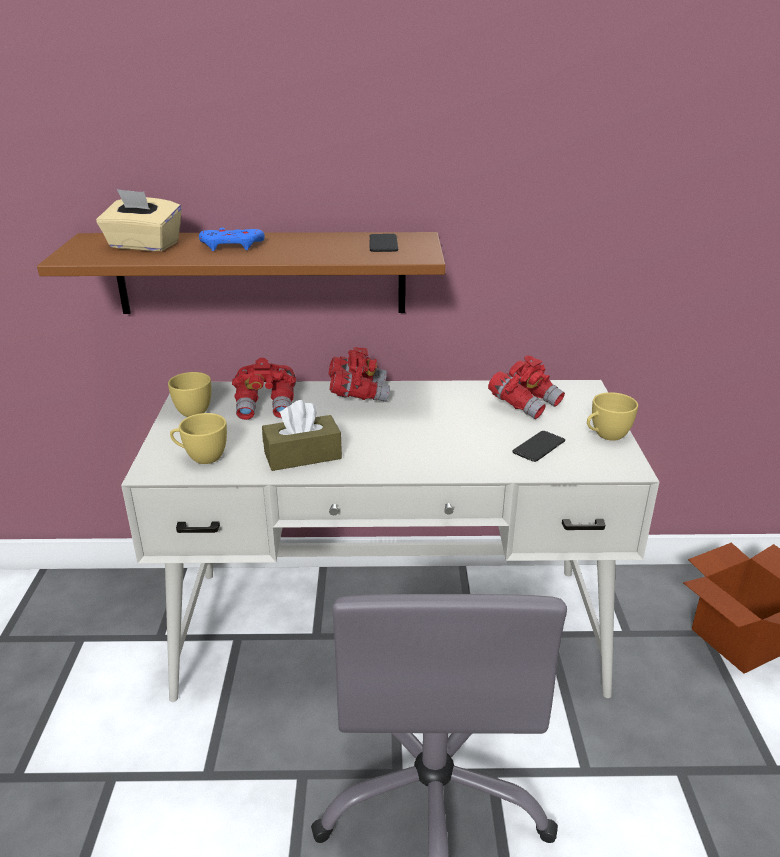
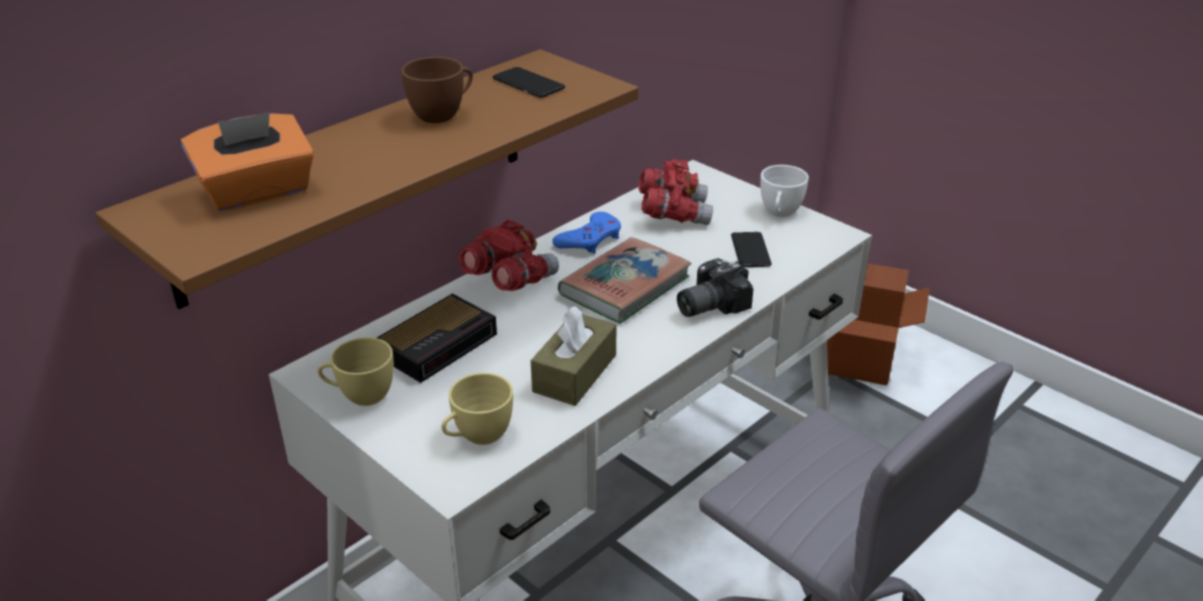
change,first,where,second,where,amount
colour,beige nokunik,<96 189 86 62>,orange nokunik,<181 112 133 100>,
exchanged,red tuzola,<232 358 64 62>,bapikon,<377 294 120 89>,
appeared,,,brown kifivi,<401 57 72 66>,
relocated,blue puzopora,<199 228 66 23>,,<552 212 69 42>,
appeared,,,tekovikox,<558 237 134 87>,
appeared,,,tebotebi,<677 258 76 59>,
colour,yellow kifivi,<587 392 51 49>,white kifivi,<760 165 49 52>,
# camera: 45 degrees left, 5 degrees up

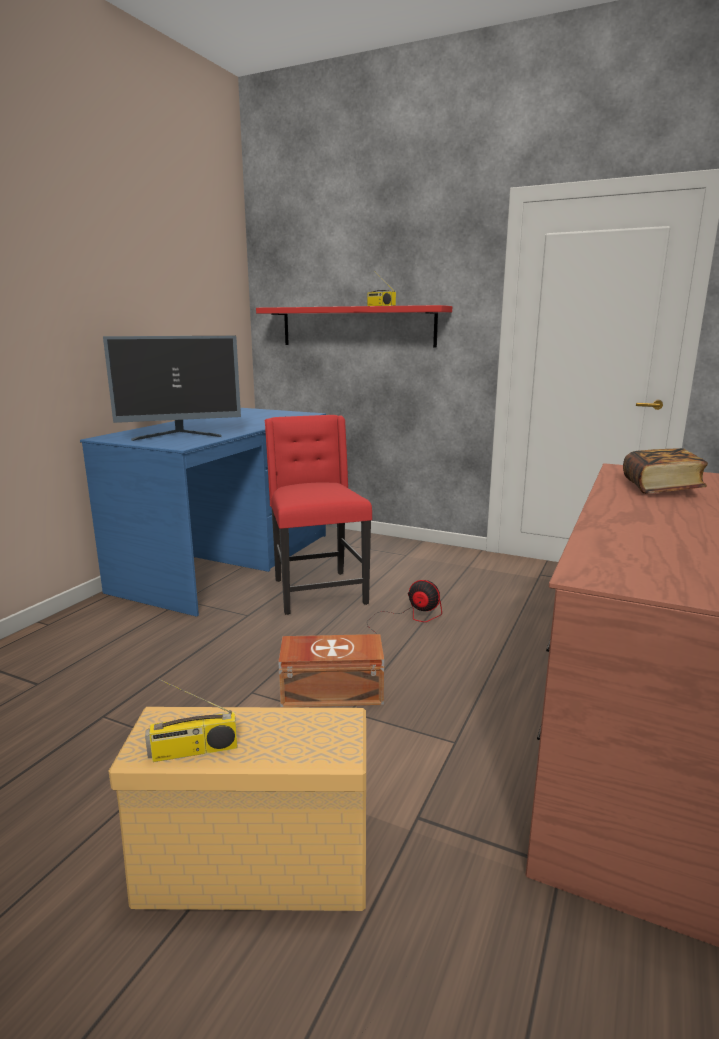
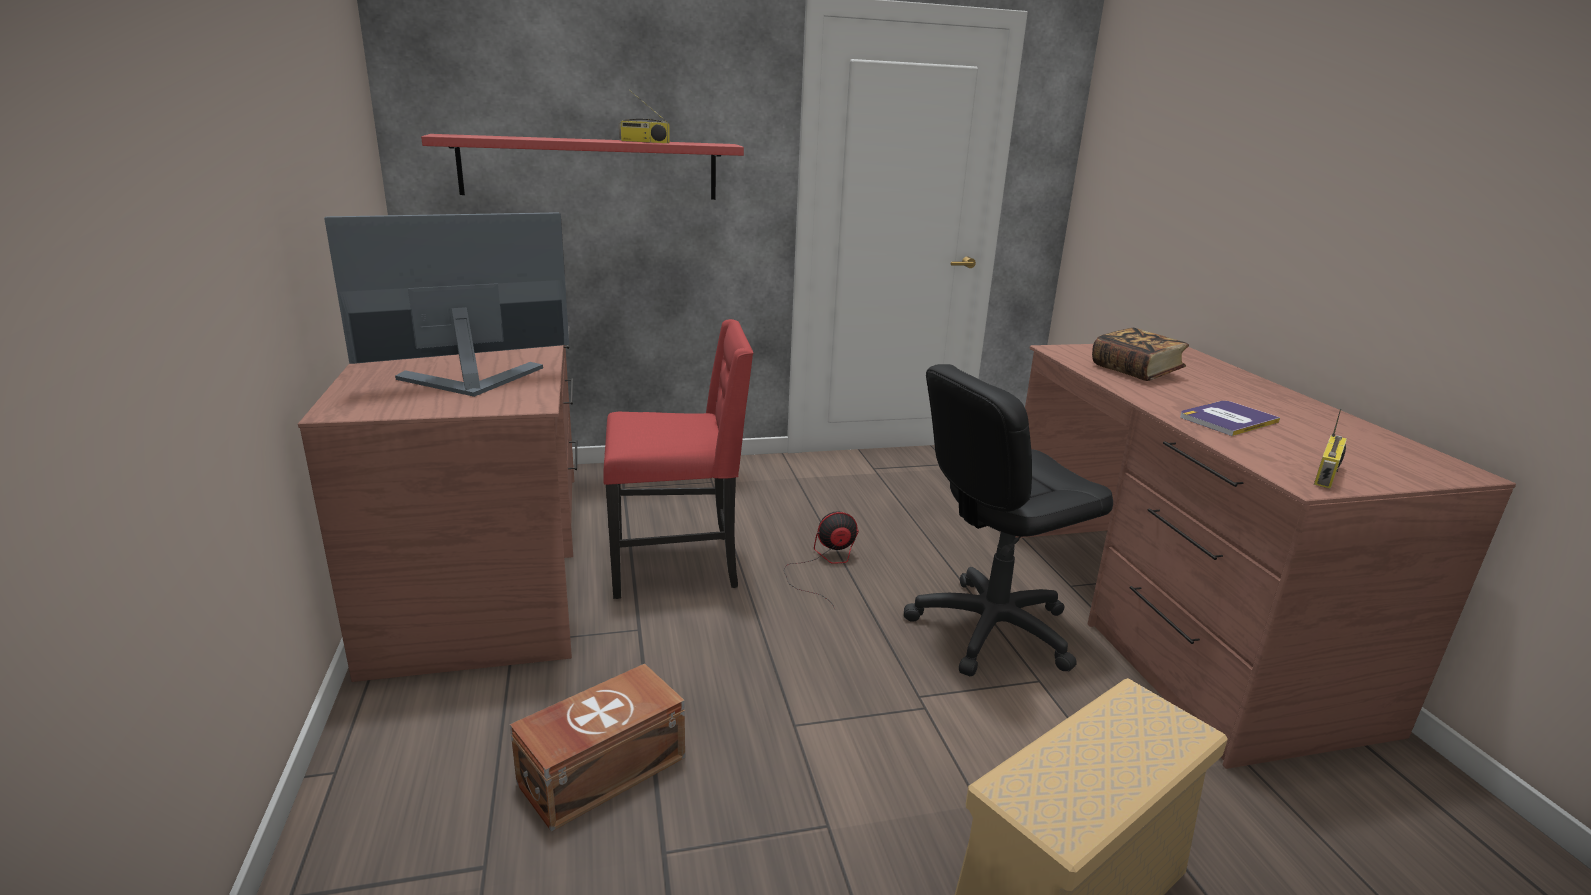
change,first,where,second,where,amount
colour,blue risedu,<80 408 246 209>,brown risedu,<298 326 279 356>,
spun,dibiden,<103 336 138 105>,,<324 212 245 185>,150 degrees counterclockwise
relocated,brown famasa,<278 634 106 73>,,<510 664 175 168>,
spun,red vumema,<264 415 108 200>,,<603 319 151 280>,135 degrees clockwise
appeared,,,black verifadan,<904 364 209 313>,
appeared,,,tekovikox,<1180 401 100 35>,
relocated,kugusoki,<145 679 93 83>,,<1314 408 33 81>,
# camera: 40 degrees left, 5 degrees up

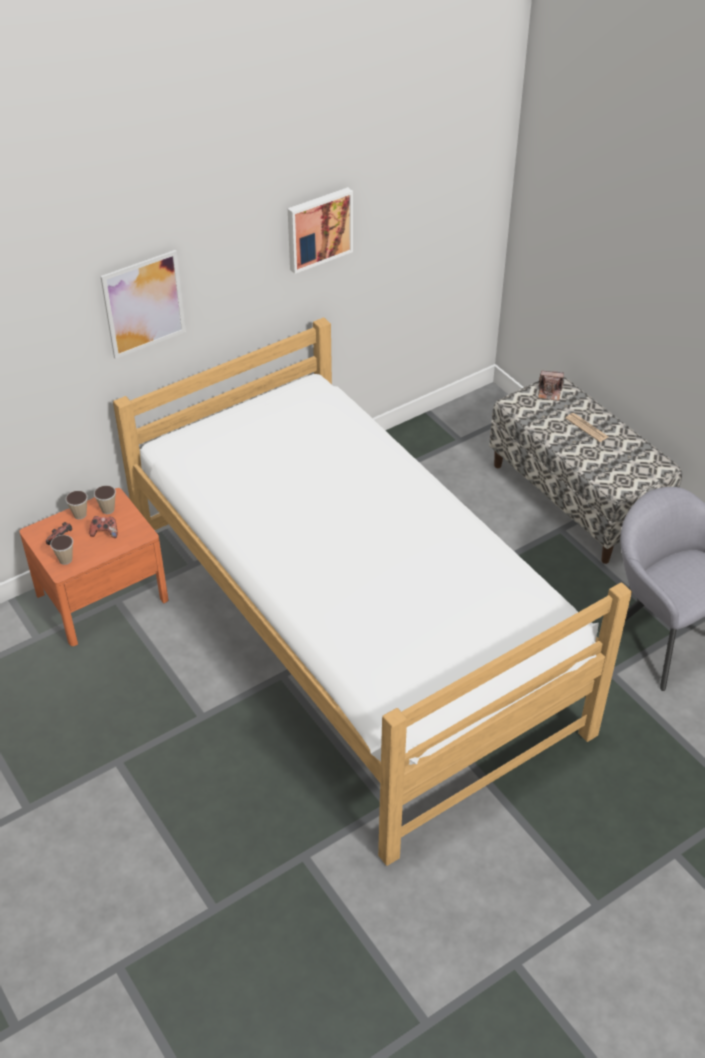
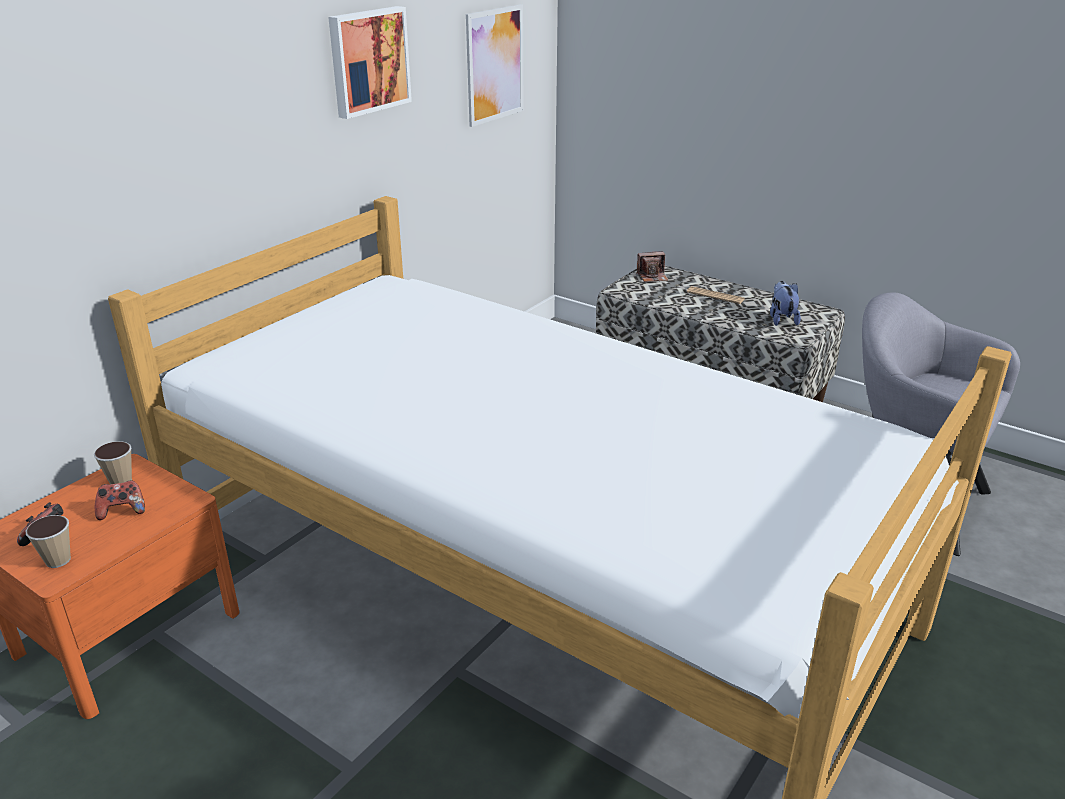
change,first,where,second,where,amount
relocated,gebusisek,<100 250 86 109>,,<466 4 57 123>,
appeared,,,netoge,<770 281 31 45>,
missing,kifivi,<66 490 22 29>,,,
# camera: 20 degrees left, 15 degrees down

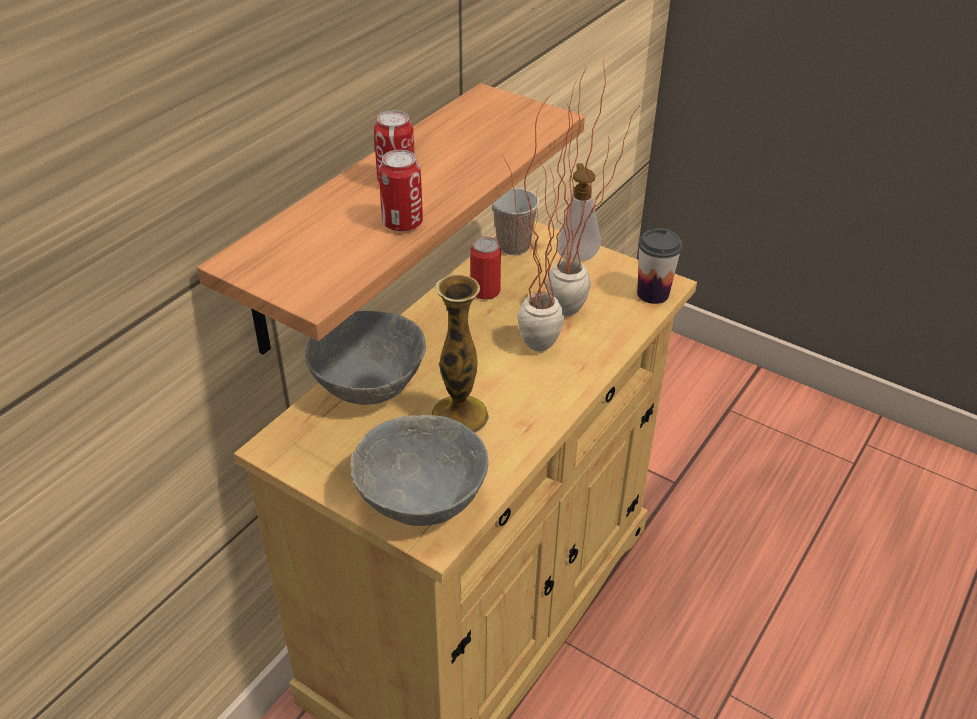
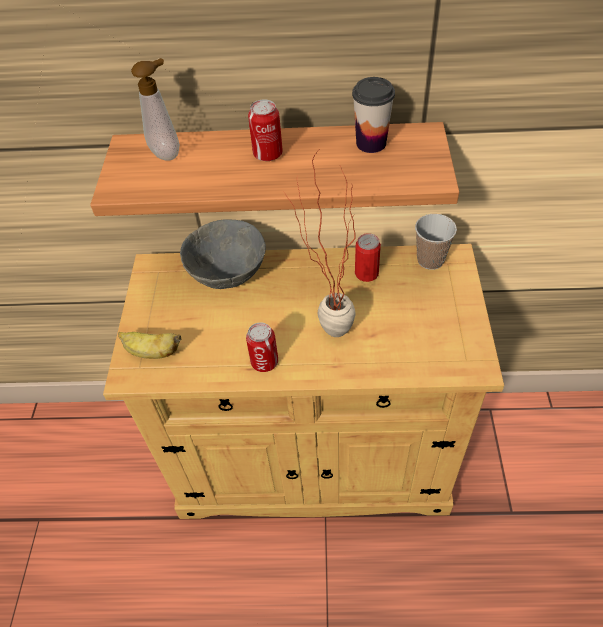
change,first,where,second,where,amount
exchanged,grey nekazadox,<350 415 138 111>,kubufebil,<118 332 63 27>,
relocated,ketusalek,<557 163 44 99>,,<131 58 49 102>,
relocated,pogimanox,<379 150 44 82>,,<246 322 32 50>,
relocated,kifivi,<637 228 46 76>,,<352 77 43 76>,
missing,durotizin,<432 274 57 159>,,,
missing,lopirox,<546 65 95 251>,,,
# camera: 60 degrees right, 10 degrees up

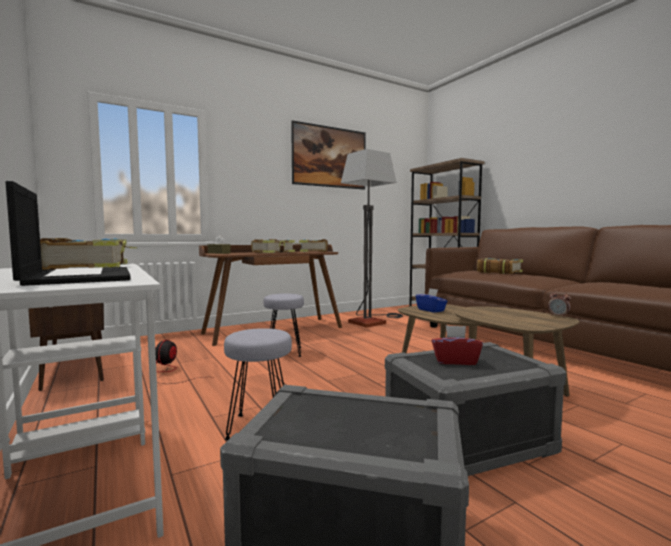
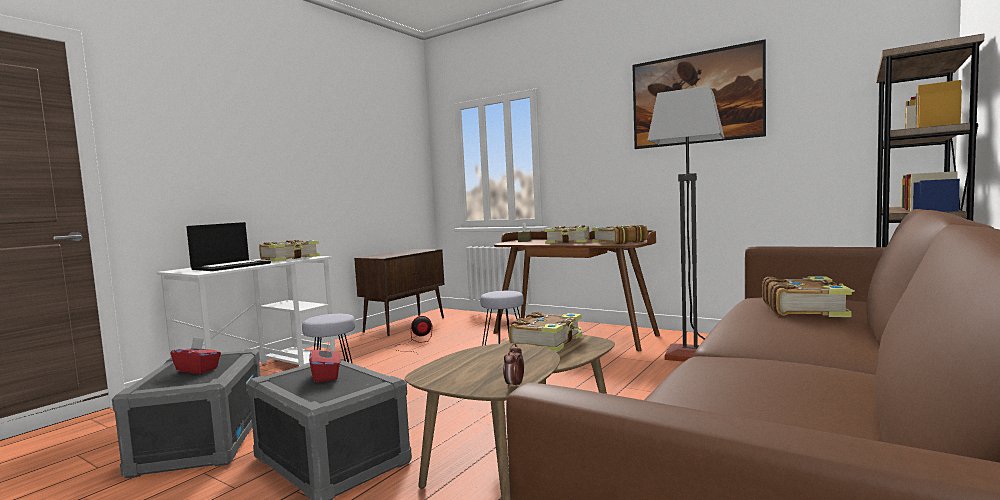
change,first,where,second,where,amount
appeared,,,red nokunik,<170 338 51 36>,
exchanged,blue nokunik,<416 288 32 25>,tekovikox,<509 312 73 40>,
# camera: 65 degrees right, 0 degrees up

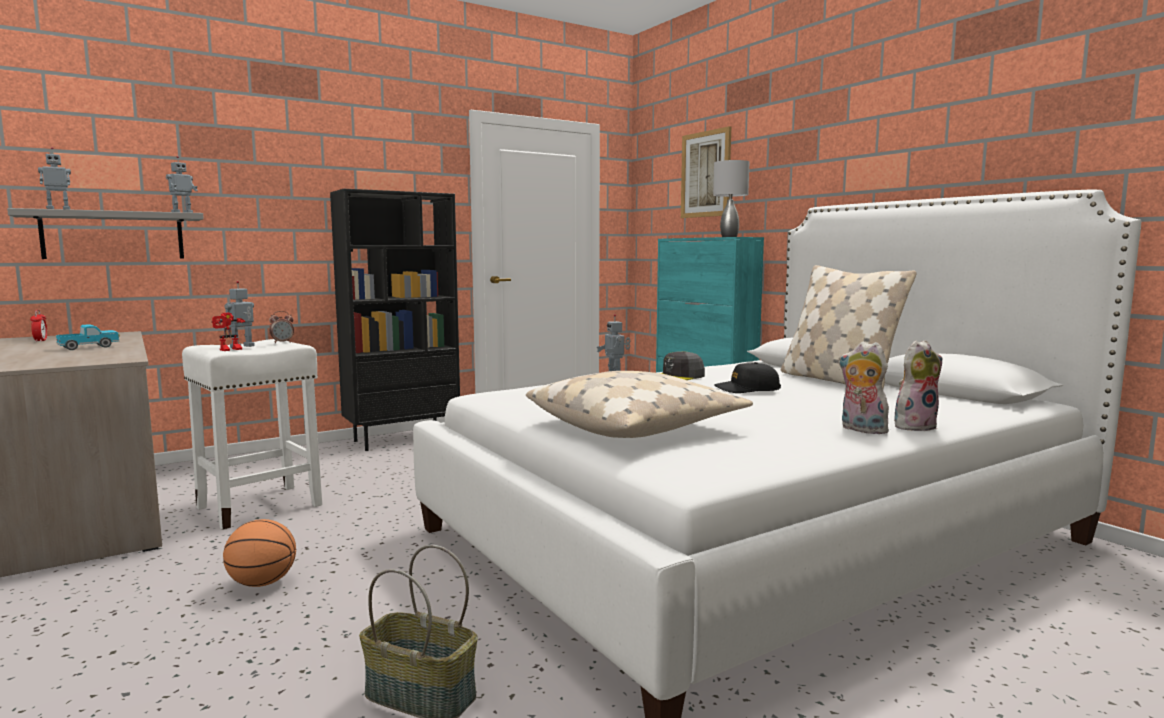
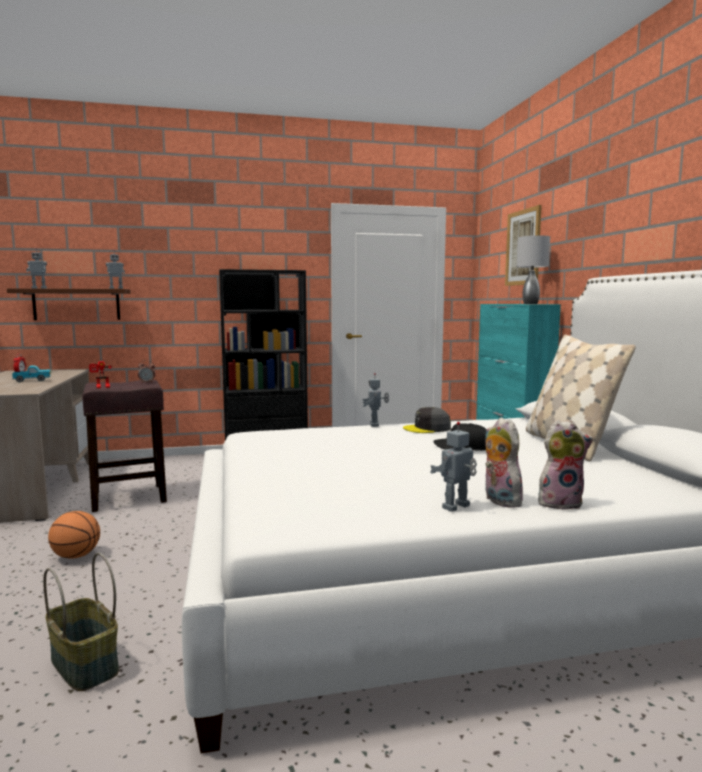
change,first,where,second,where,amount
colour,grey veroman,<7 208 197 51>,brown veroman,<7 288 124 32>,
colour,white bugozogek,<182 339 140 191>,brown bugozogek,<82 380 85 132>,
relocated,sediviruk,<220 281 35 67>,,<430 421 47 91>,
missing,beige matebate,<526 371 227 67>,,,
# camera: 20 degrees right, 0 degrees up

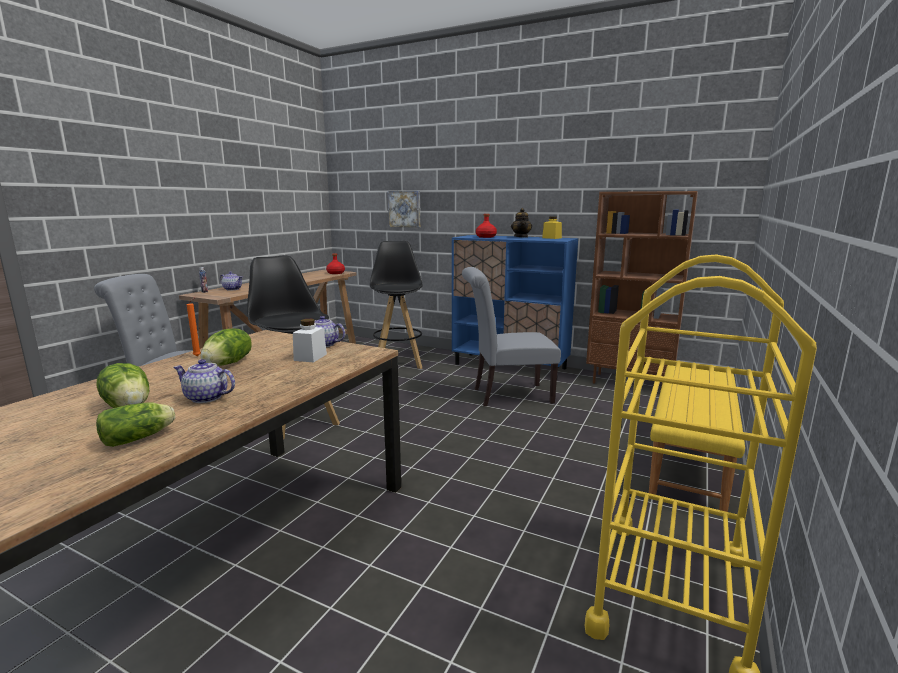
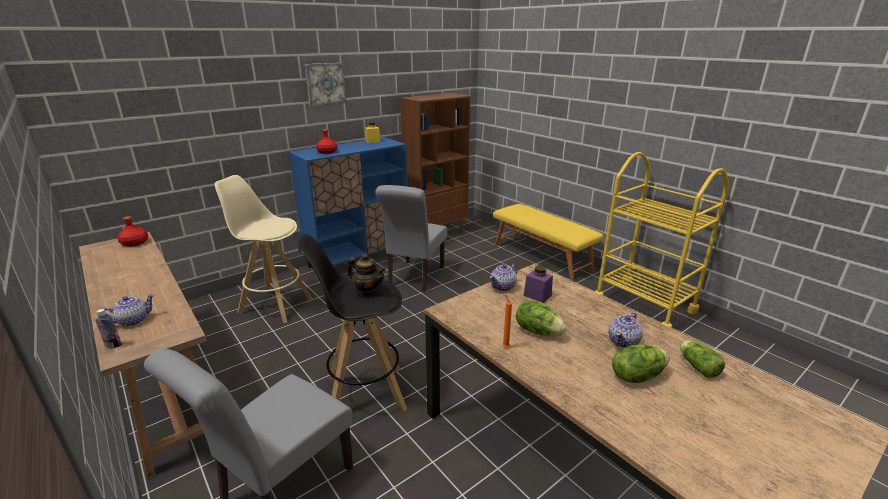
change,first,where,second,where,amount
colour,black bugozogek,<370 241 53 128>,beige bugozogek,<215 175 98 148>,
relocated,gebusisek,<388 191 32 37>,,<305 63 41 43>,
relocated,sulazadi,<511 208 21 30>,,<347 253 39 43>,
colour,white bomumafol,<293 319 34 43>,purple bomumafol,<524 266 29 37>,
# camera: 65 degrees left, 10 degrees up

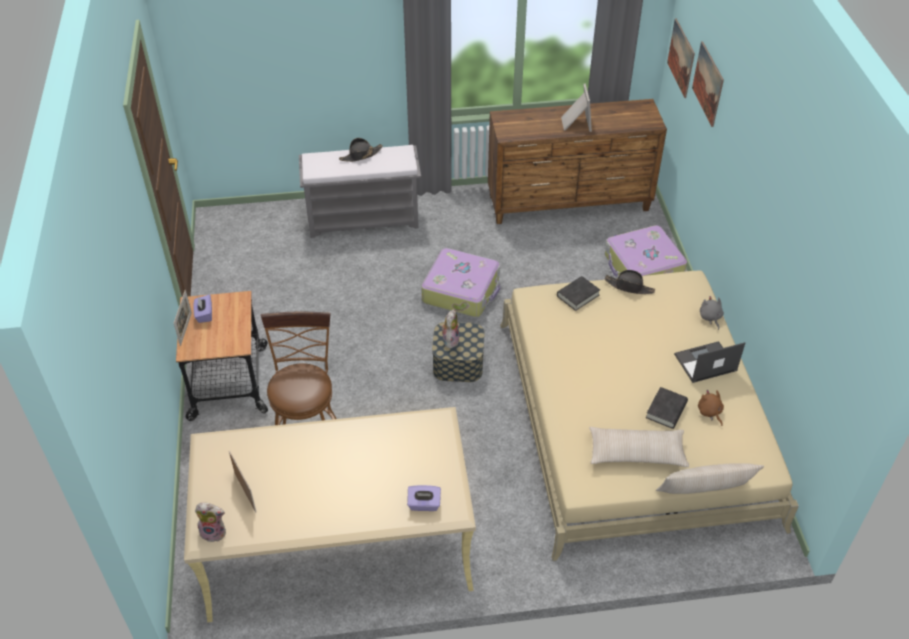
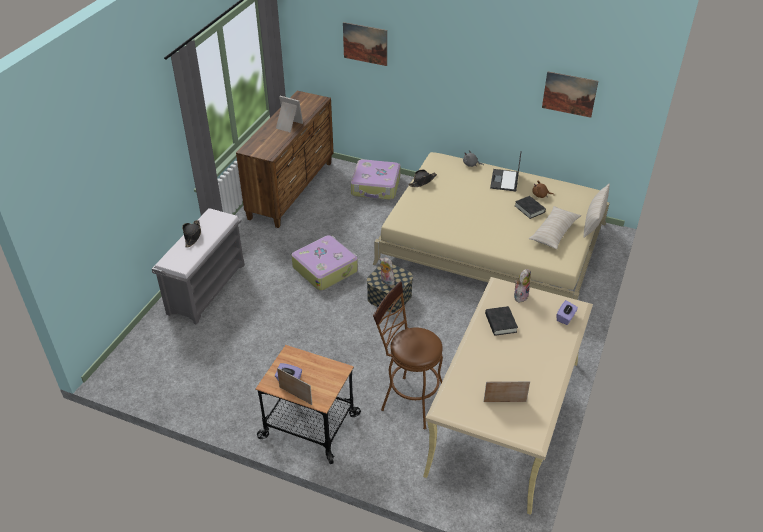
change,first,where,second,where,amount
relocated,black tekovikox,<557 276 43 35>,,<485 306 33 30>,
relocated,netoge,<195 502 31 40>,,<514 269 17 33>,
relocated,gebusisek,<667 18 28 80>,,<542 71 56 47>,
# camera: 60 degrees left, 5 degrees down

